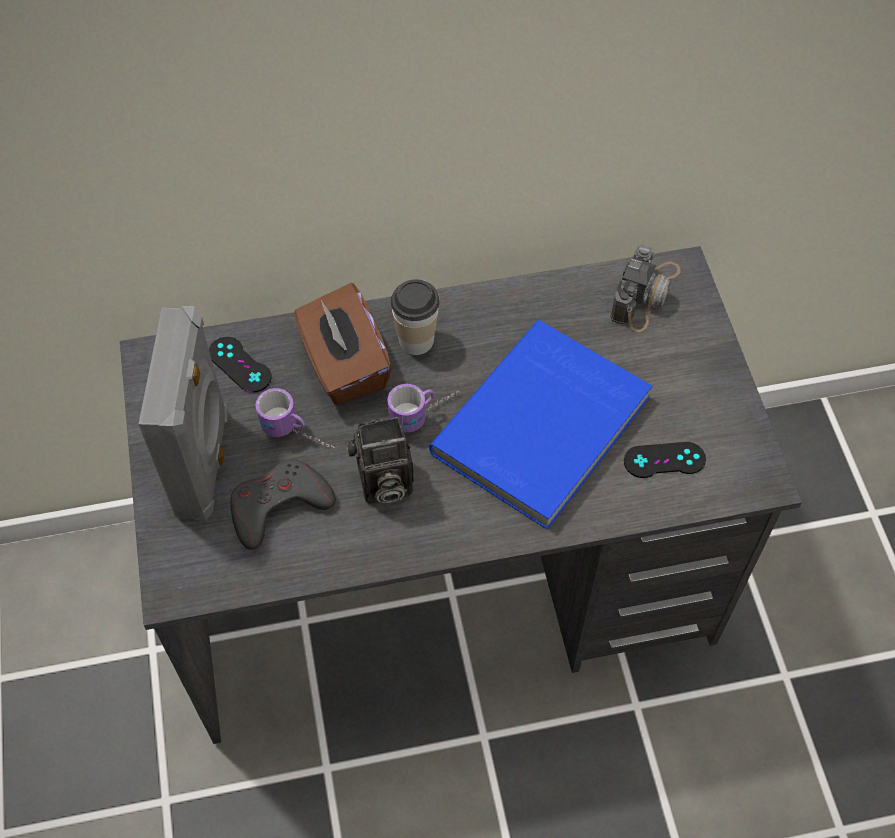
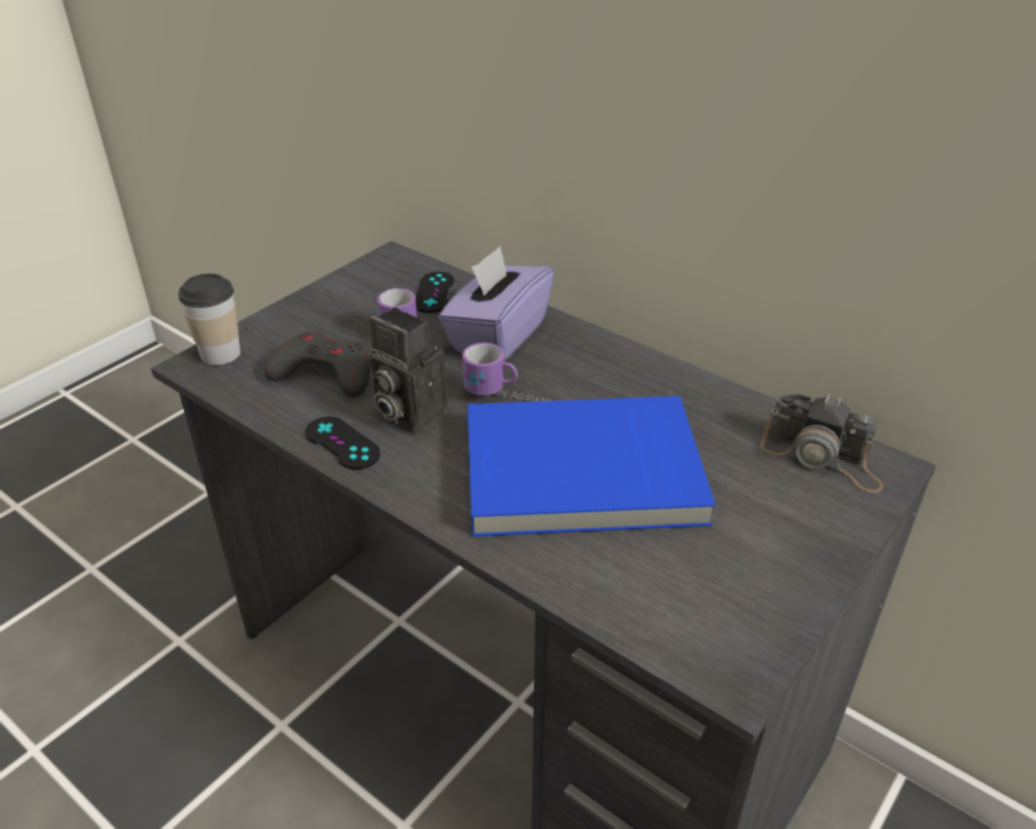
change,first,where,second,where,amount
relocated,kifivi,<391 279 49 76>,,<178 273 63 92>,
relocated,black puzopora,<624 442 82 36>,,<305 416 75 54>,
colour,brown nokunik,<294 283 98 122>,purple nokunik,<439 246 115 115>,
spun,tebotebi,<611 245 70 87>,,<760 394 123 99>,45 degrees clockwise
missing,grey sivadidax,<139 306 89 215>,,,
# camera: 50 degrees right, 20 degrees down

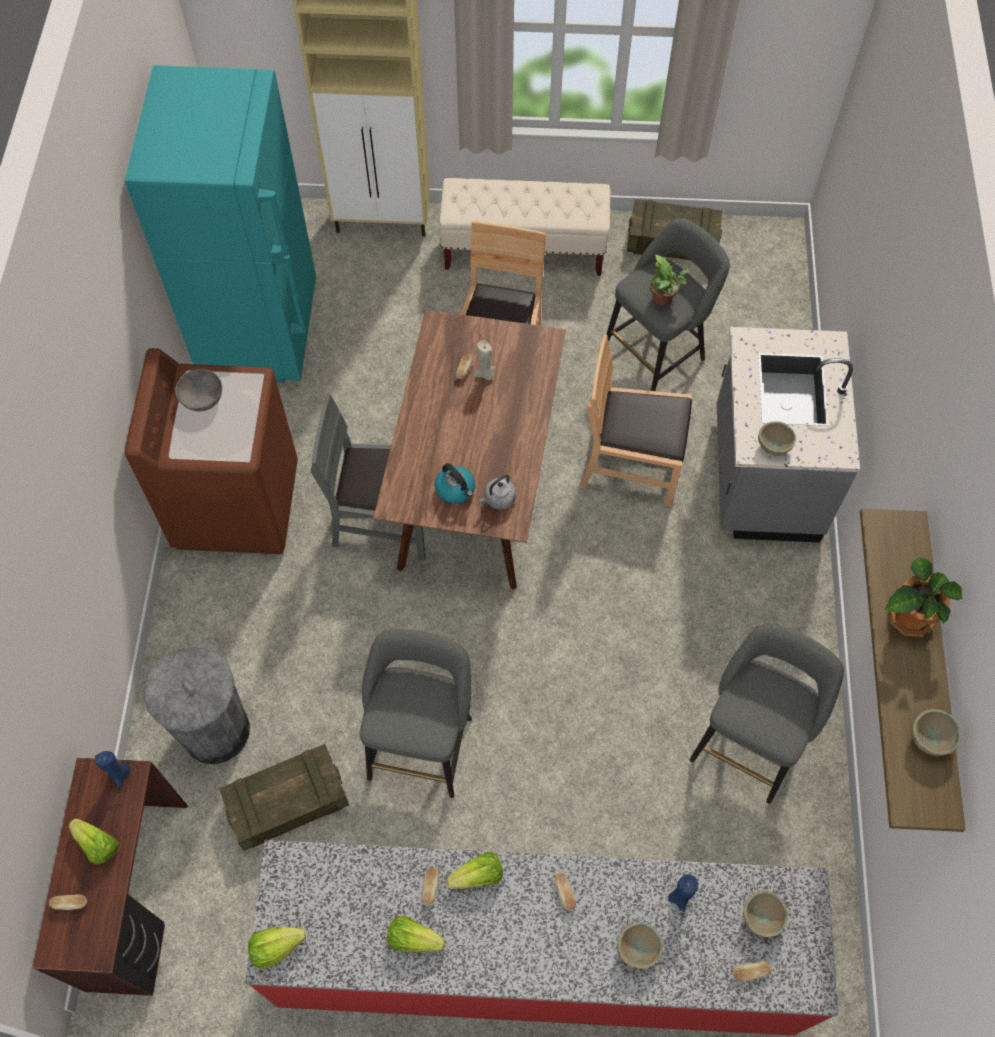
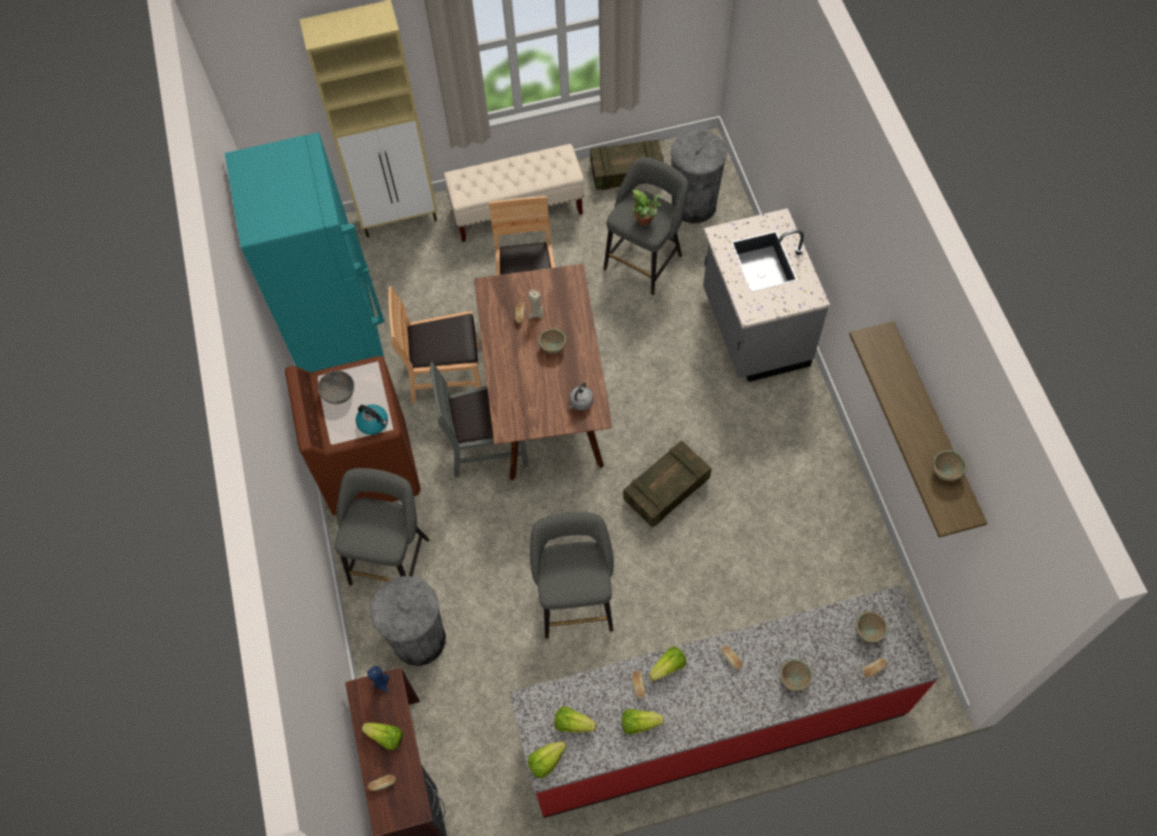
change,first,where,second,where,amount
relocated,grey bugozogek,<690 624 154 180>,,<334 468 95 118>,
relocated,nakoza,<435 463 40 41>,,<356 404 32 31>,
relocated,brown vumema,<580 334 112 173>,,<388 286 94 118>,
relocated,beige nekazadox,<758 421 38 35>,,<539 328 27 26>,
appeared,,,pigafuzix,<554 706 43 26>,
relocated,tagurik,<219 744 130 107>,,<623 440 88 88>,
appeared,,,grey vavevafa,<670 130 57 93>,
missing,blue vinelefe,<668 874 30 38>,,,
missing,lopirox,<885 557 78 80>,,,
# camera: 15 degrees left, 0 degrees up

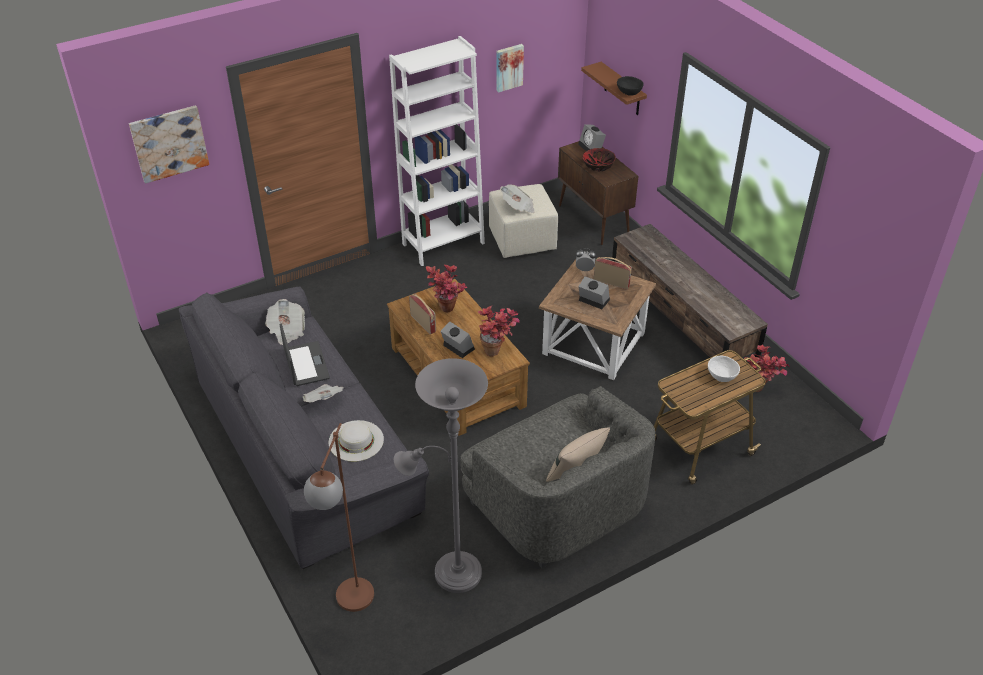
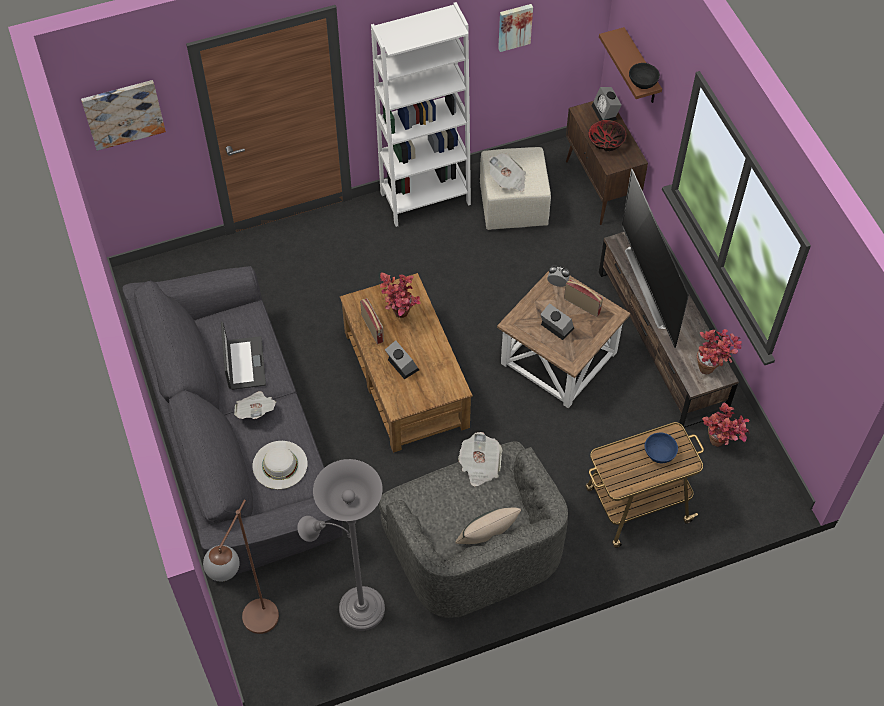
change,first,where,second,where,amount
relocated,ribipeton,<265 299 40 46>,,<458 432 44 55>,
appeared,,,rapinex,<622 169 67 179>,
colour,white nekazadox,<708 356 32 26>,blue nekazadox,<644 433 34 30>,
relocated,lopirox,<478 306 42 50>,,<697 329 45 45>,
# camera: 10 degrees right, 15 degrees up

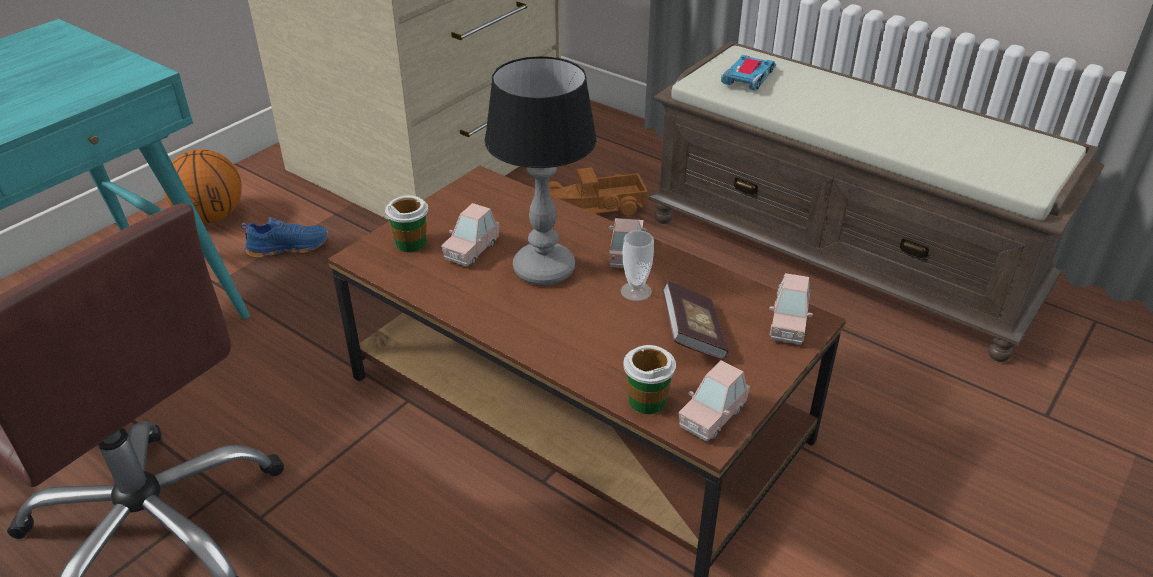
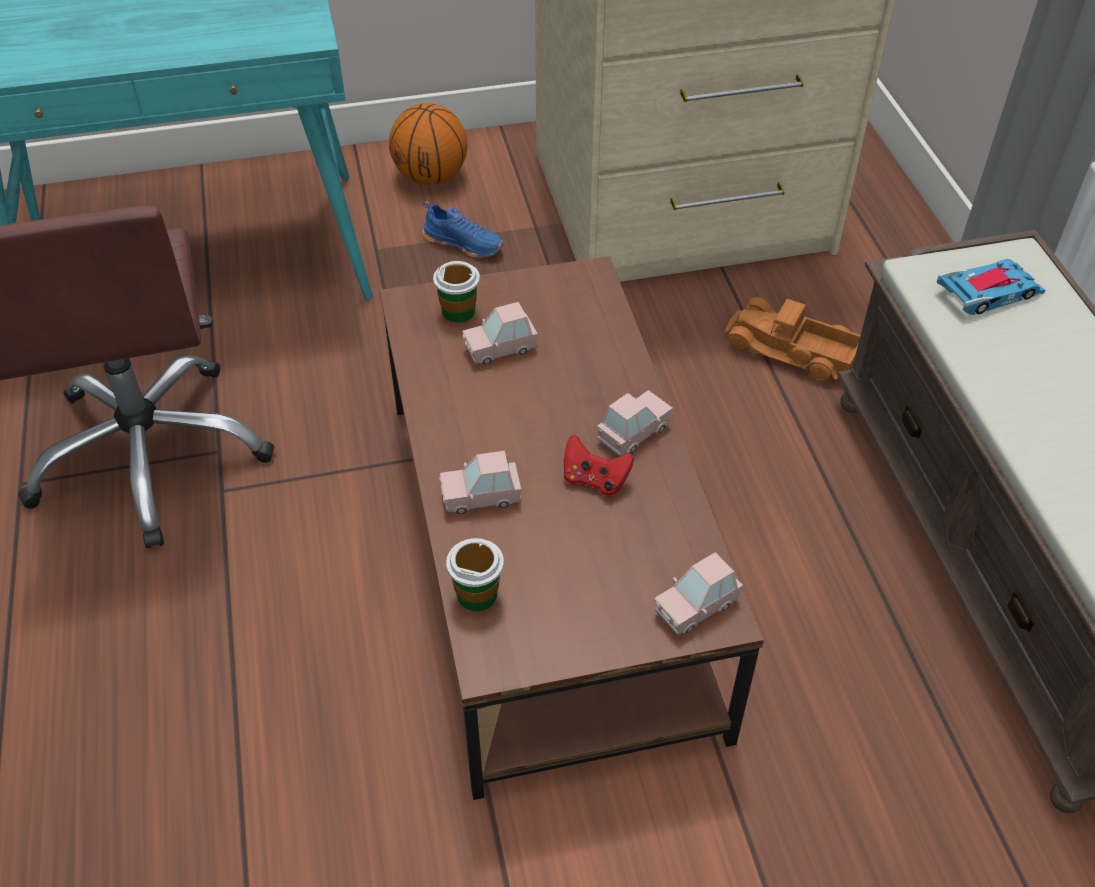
change,first,where,second,where,amount
relocated,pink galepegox,<679 360 71 82>,,<439 451 82 63>,
exchanged,kifivi,<621 230 33 71>,red puzopora,<564 435 70 61>,
missing,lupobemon,<484 56 113 229>,,,
missing,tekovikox,<662 281 67 79>,,,
# camera: 40 degrees right, 10 degrees up

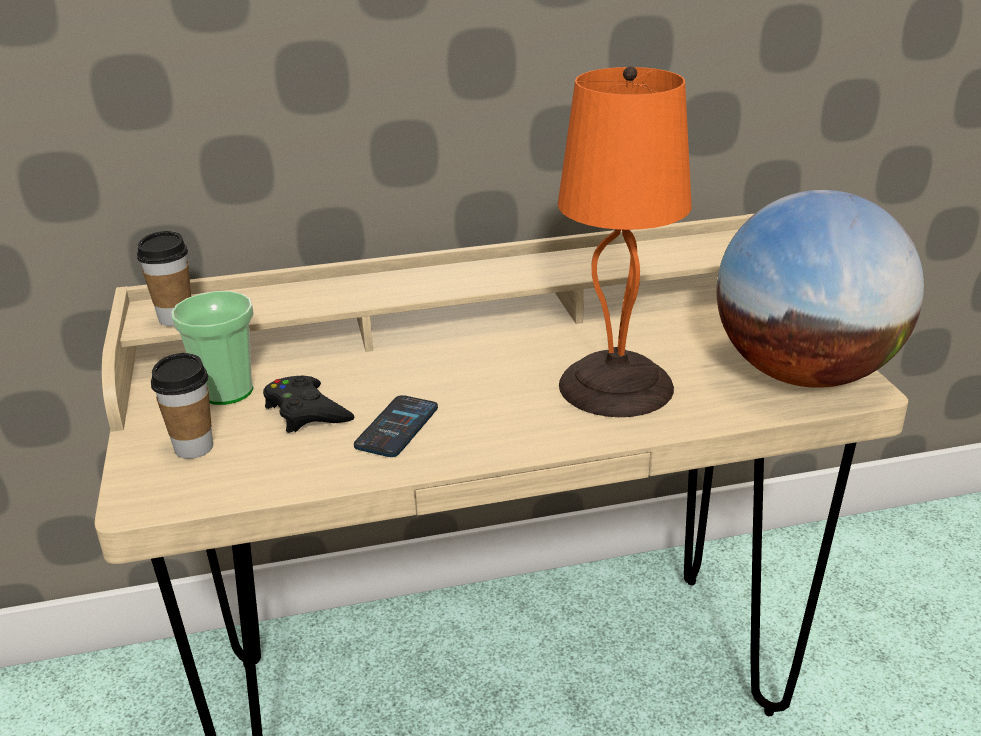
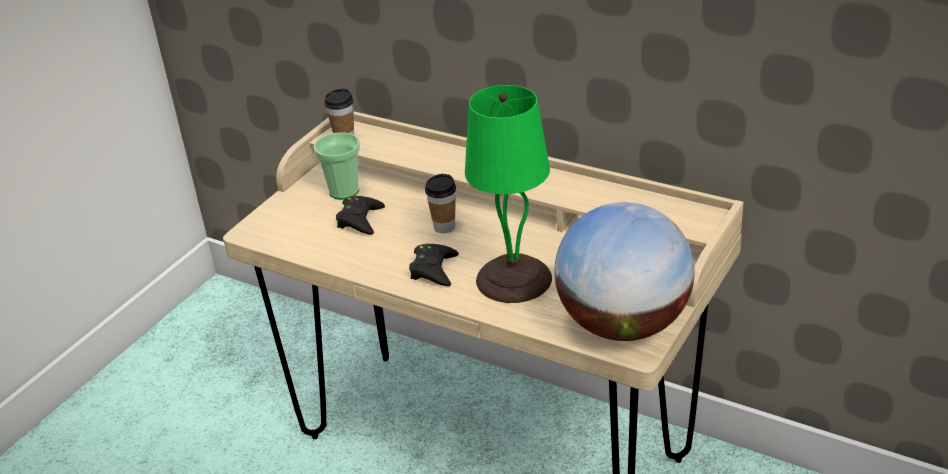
change,first,where,second,where,amount
appeared,,,black puzopora,<409 243 50 43>,
relocated,kifivi,<151 353 62 106>,,<425 174 31 59>,
colour,orange lupobemon,<558 66 134 351>,green lupobemon,<465 85 87 218>,
missing,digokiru,<354 395 84 62>,,,
# camera: 45 degrees right, 5 degrees up

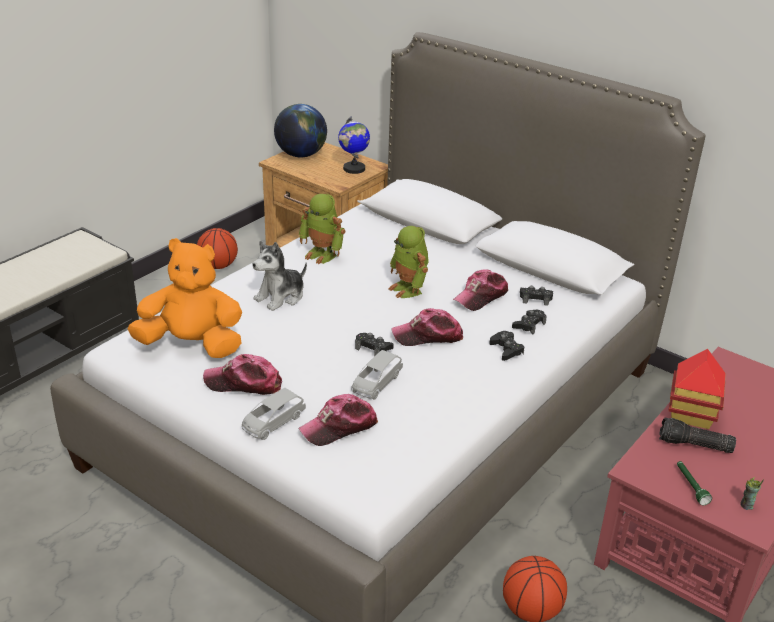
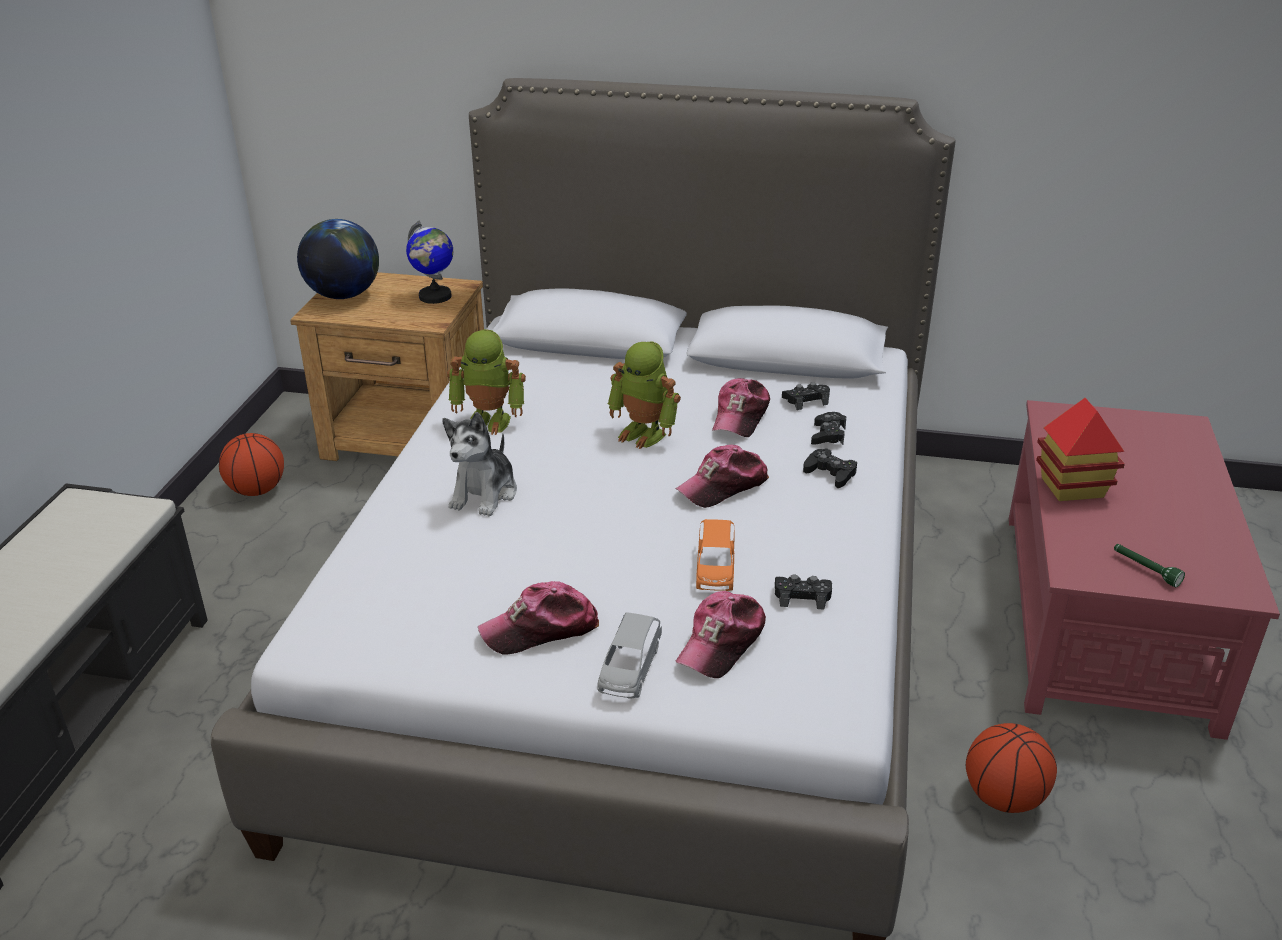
change,first,where,second,where,amount
colour,grey galepegox,<351 350 52 50>,orange galepegox,<696 519 39 72>,
relocated,black puzopora,<355 333 38 23>,,<775 574 57 36>,
missing,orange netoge,<128 238 114 120>,,,
missing,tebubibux,<659 417 77 36>,,,
missing,kifivi,<740 477 24 33>,,,
# camera: 25 degrees left, 0 degrees up

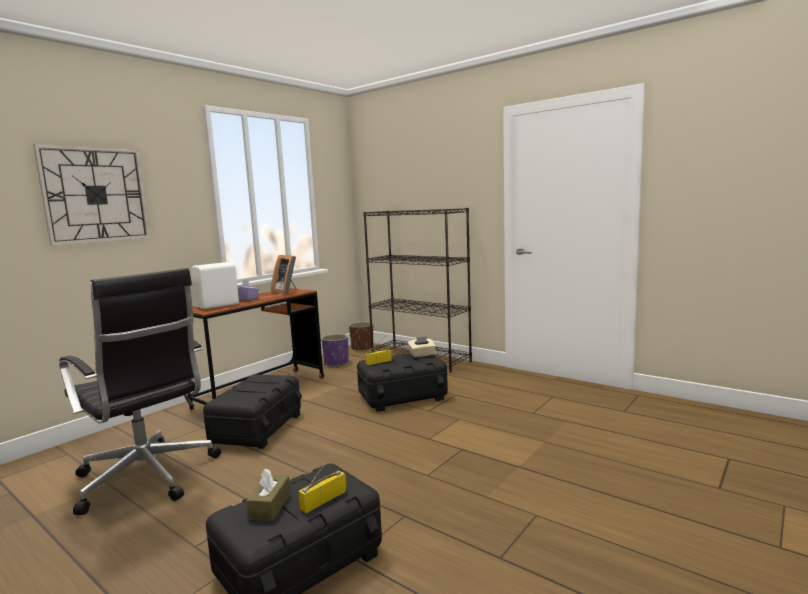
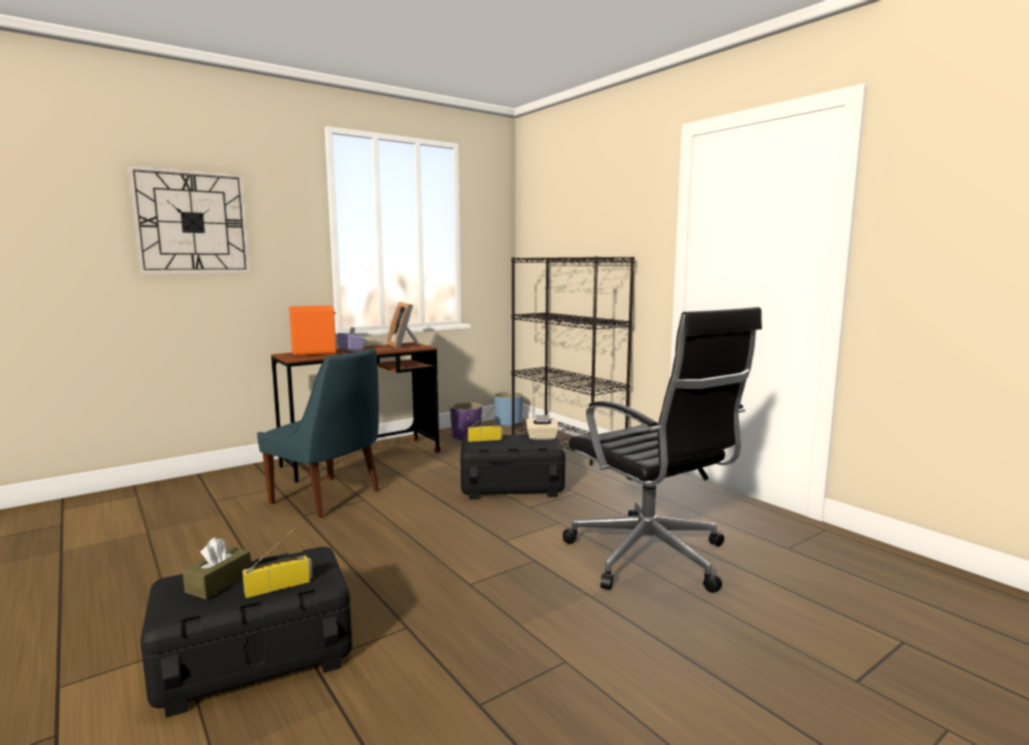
change,first,where,second,where,amount
exchanged,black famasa,<203 374 99 75>,blue vumema,<257 348 122 170>,
colour,white sivadidax,<192 262 47 47>,orange sivadidax,<289 305 50 51>,
colour,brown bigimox,<349 322 24 29>,blue bigimox,<494 392 29 35>,
relocated,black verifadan,<59 268 162 247>,,<563 307 199 286>,
# camera: 15 degrees right, 0 degrees up

